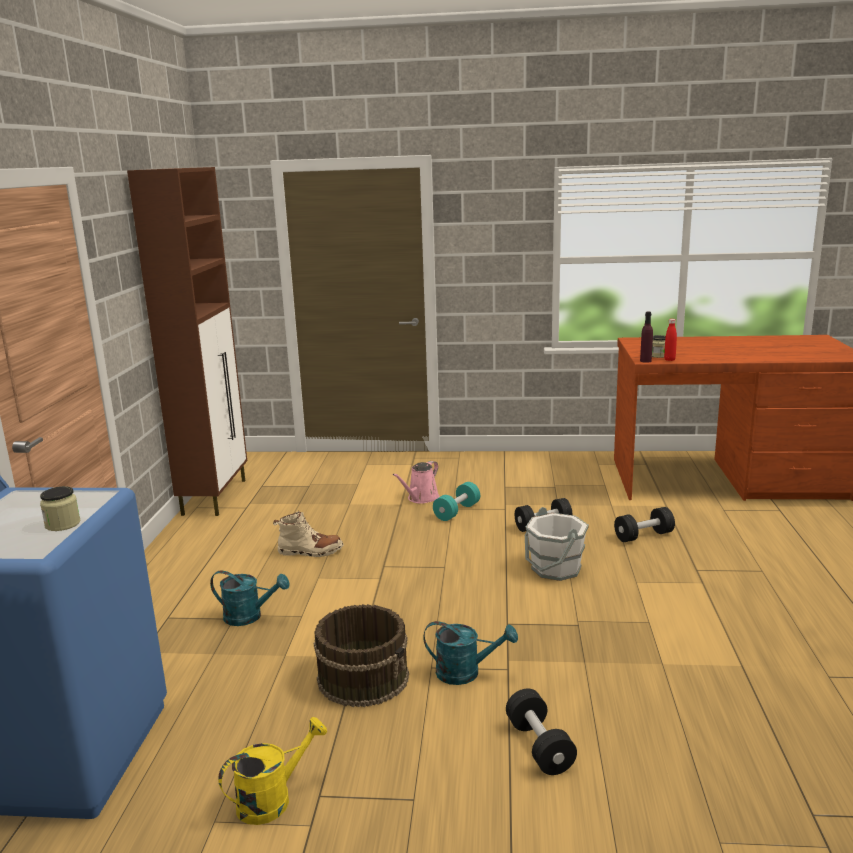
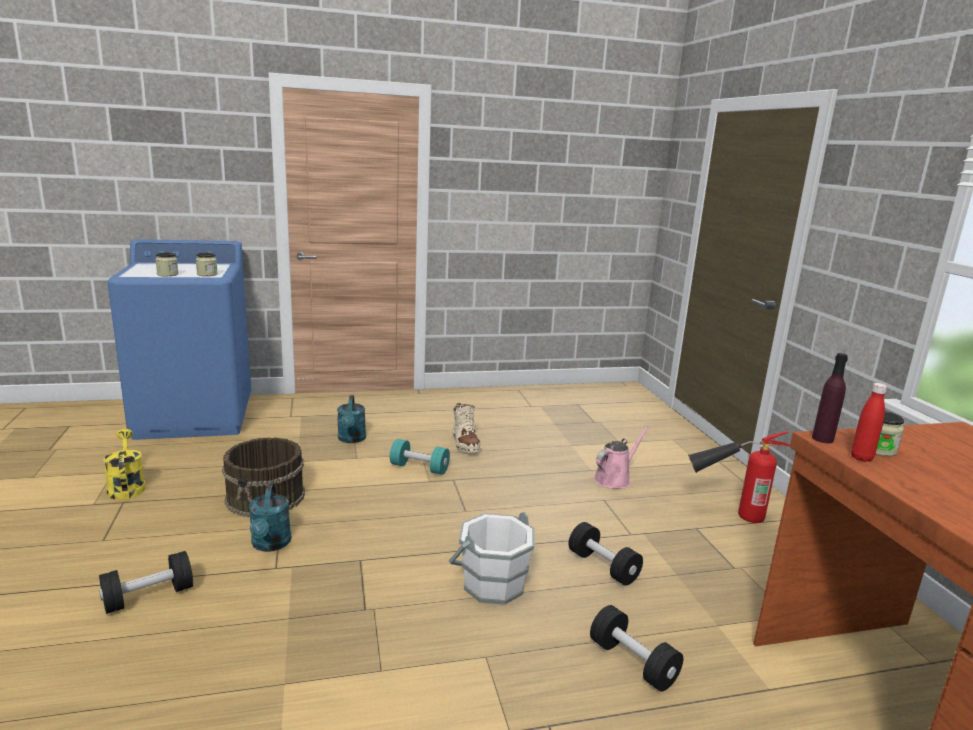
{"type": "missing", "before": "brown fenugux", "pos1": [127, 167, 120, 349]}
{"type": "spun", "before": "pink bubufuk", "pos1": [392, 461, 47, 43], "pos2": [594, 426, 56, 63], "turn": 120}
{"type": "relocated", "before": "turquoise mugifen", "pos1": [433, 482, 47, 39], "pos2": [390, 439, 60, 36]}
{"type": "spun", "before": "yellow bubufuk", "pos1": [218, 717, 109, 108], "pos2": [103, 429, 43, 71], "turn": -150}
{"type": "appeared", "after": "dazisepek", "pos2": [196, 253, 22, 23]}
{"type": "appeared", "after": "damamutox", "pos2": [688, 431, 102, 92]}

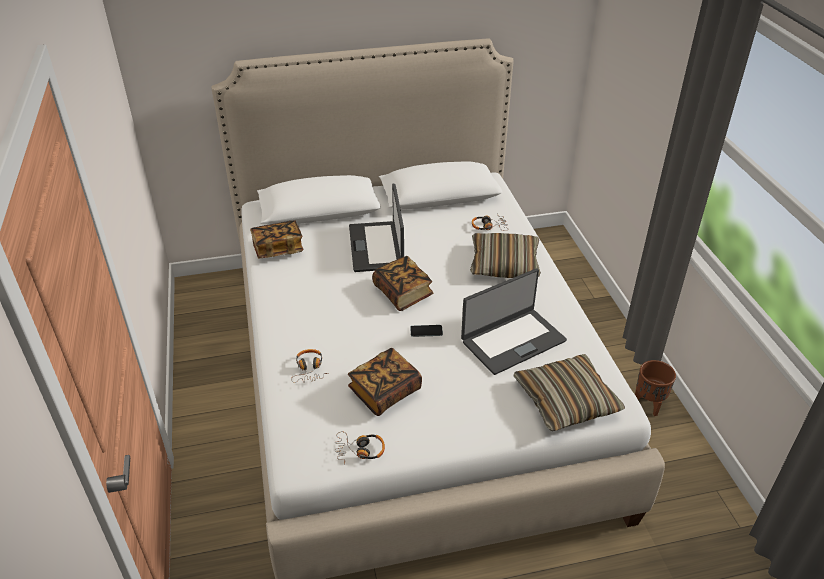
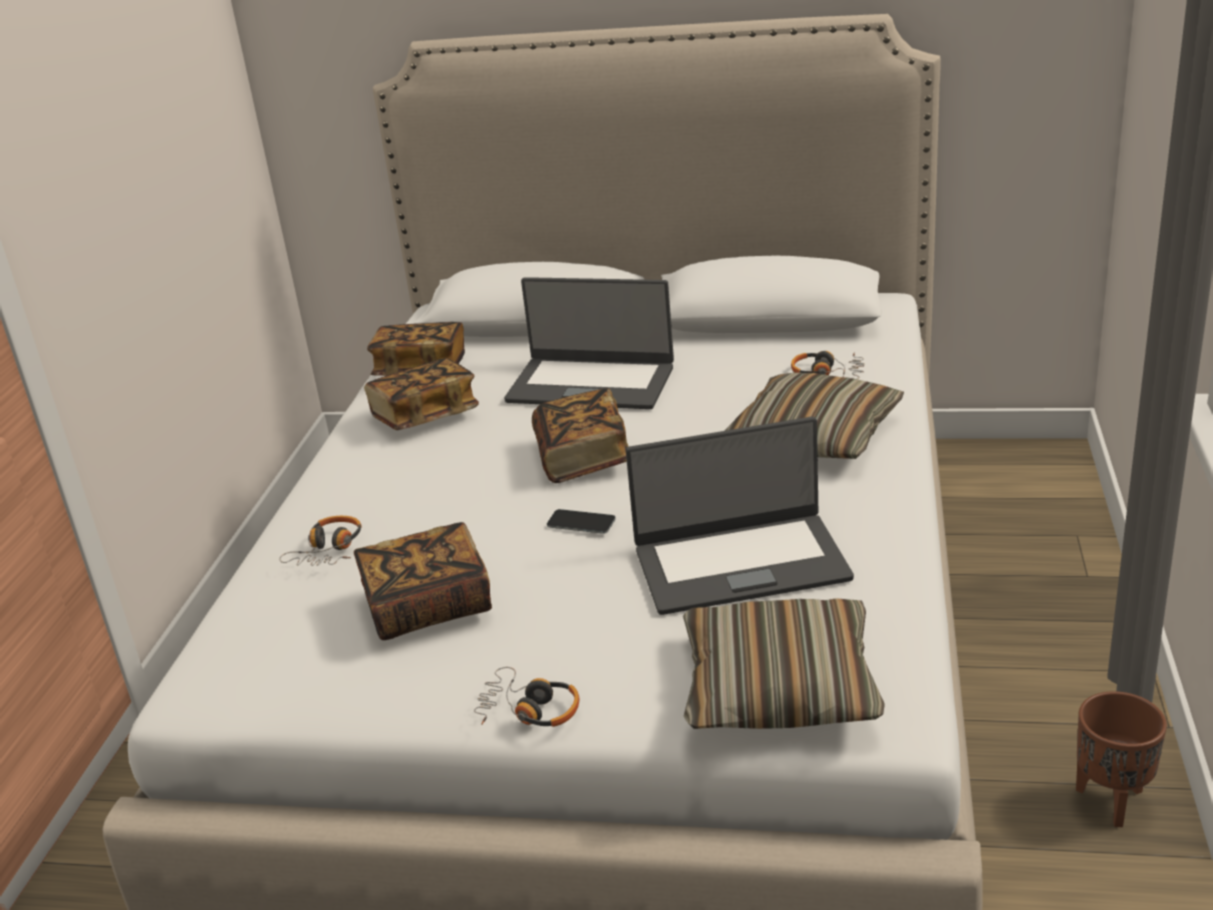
{"type": "spun", "before": "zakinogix", "pos1": [349, 184, 55, 88], "pos2": [504, 277, 170, 132], "turn": -90}
{"type": "relocated", "before": "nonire", "pos1": [335, 432, 50, 33], "pos2": [474, 667, 105, 60]}
{"type": "appeared", "after": "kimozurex", "pos2": [364, 358, 115, 72]}

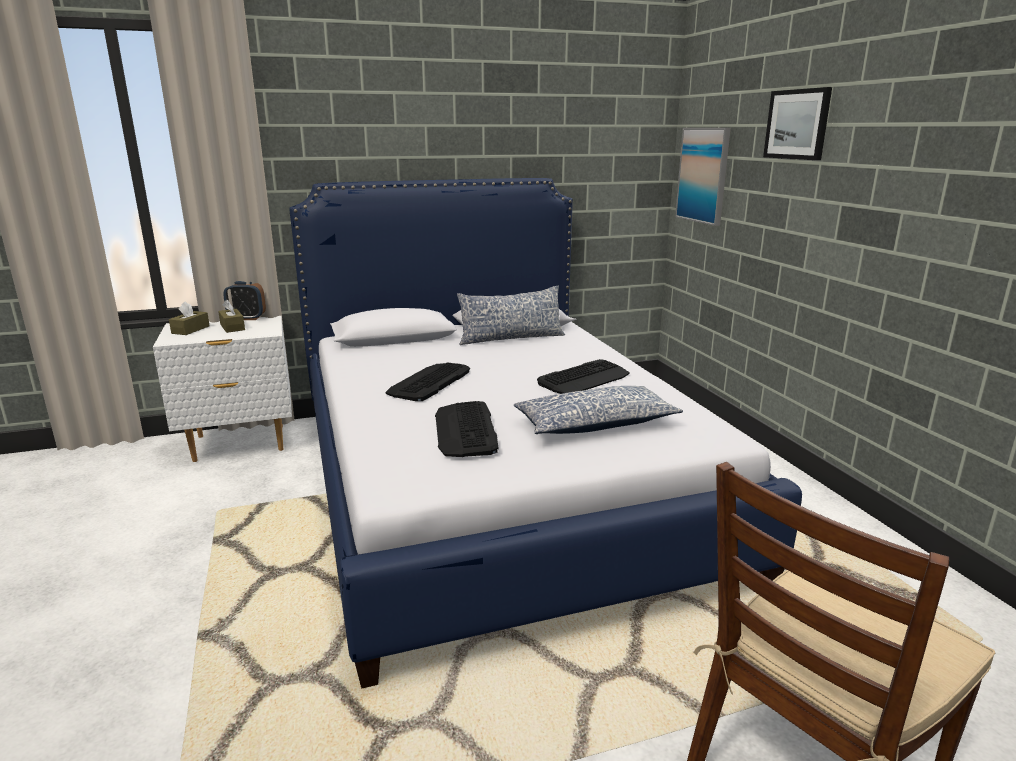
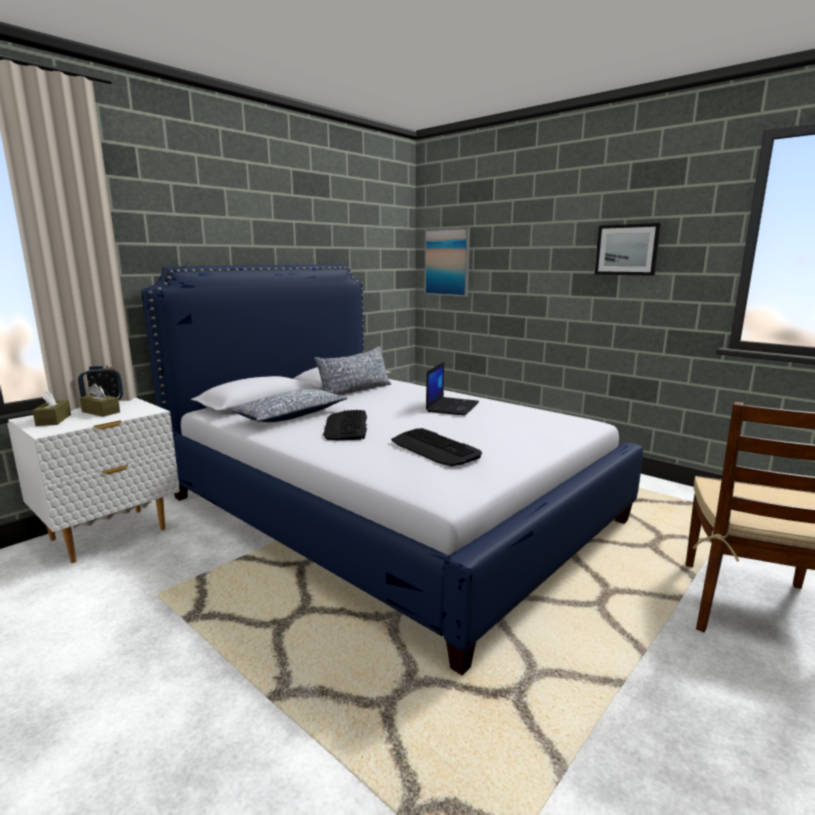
{"type": "relocated", "before": "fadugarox", "pos1": [763, 87, 69, 73], "pos2": [595, 223, 66, 53]}
{"type": "exchanged", "before": "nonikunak", "after": "zakinogix", "pos1": [537, 359, 93, 35], "pos2": [426, 362, 53, 53]}
{"type": "relocated", "before": "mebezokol", "pos1": [514, 386, 169, 48], "pos2": [231, 389, 116, 33]}

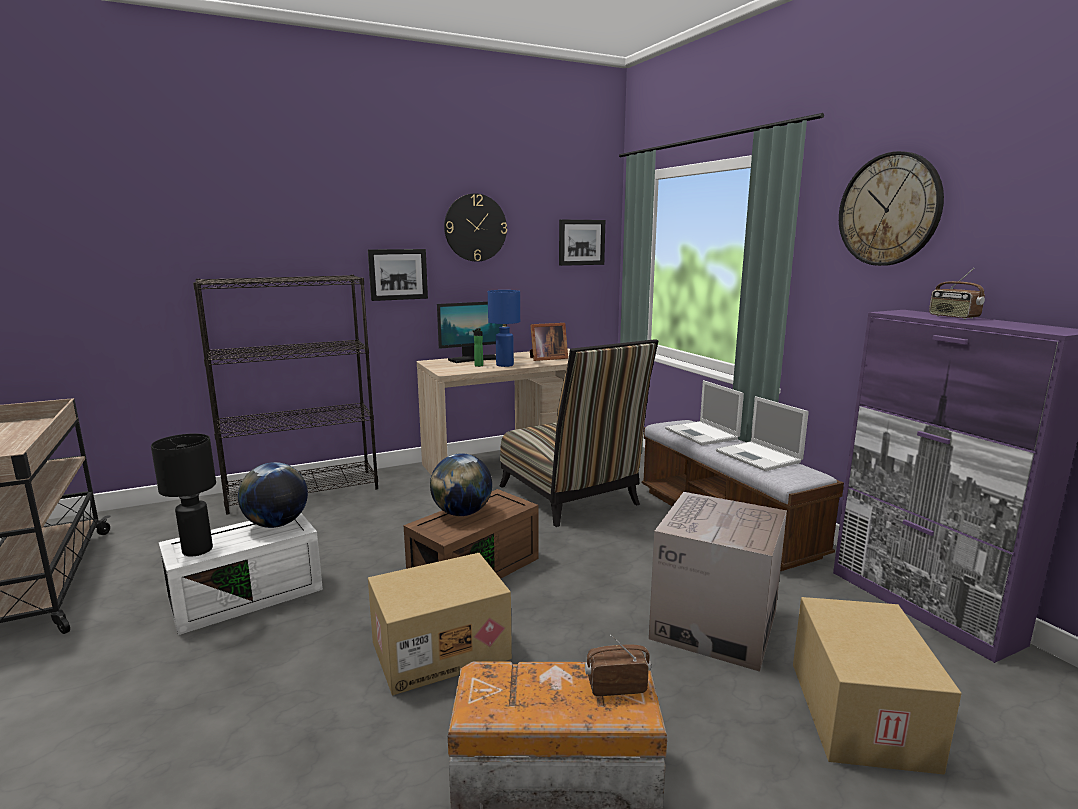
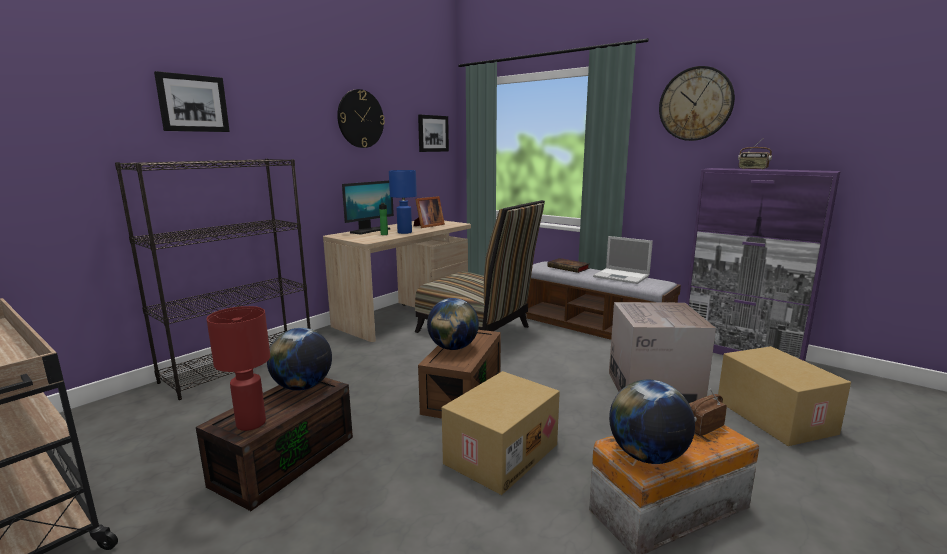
{"type": "relocated", "before": "fadugarox", "pos1": [368, 249, 60, 52], "pos2": [154, 71, 76, 61]}
{"type": "exchanged", "before": "zakinogix", "after": "kimozurex", "pos1": [665, 380, 79, 65], "pos2": [547, 258, 43, 15]}
{"type": "colour", "before": "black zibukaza", "after": "red zibukaza", "pos1": [151, 433, 65, 123], "pos2": [207, 306, 63, 125]}
{"type": "colour", "before": "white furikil", "after": "brown furikil", "pos1": [159, 513, 164, 122], "pos2": [196, 377, 157, 134]}
{"type": "appeared", "after": "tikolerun", "pos2": [609, 380, 86, 84]}

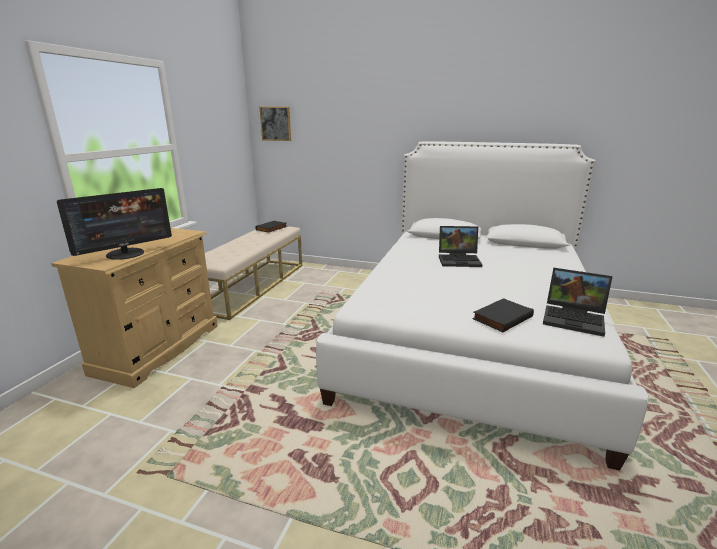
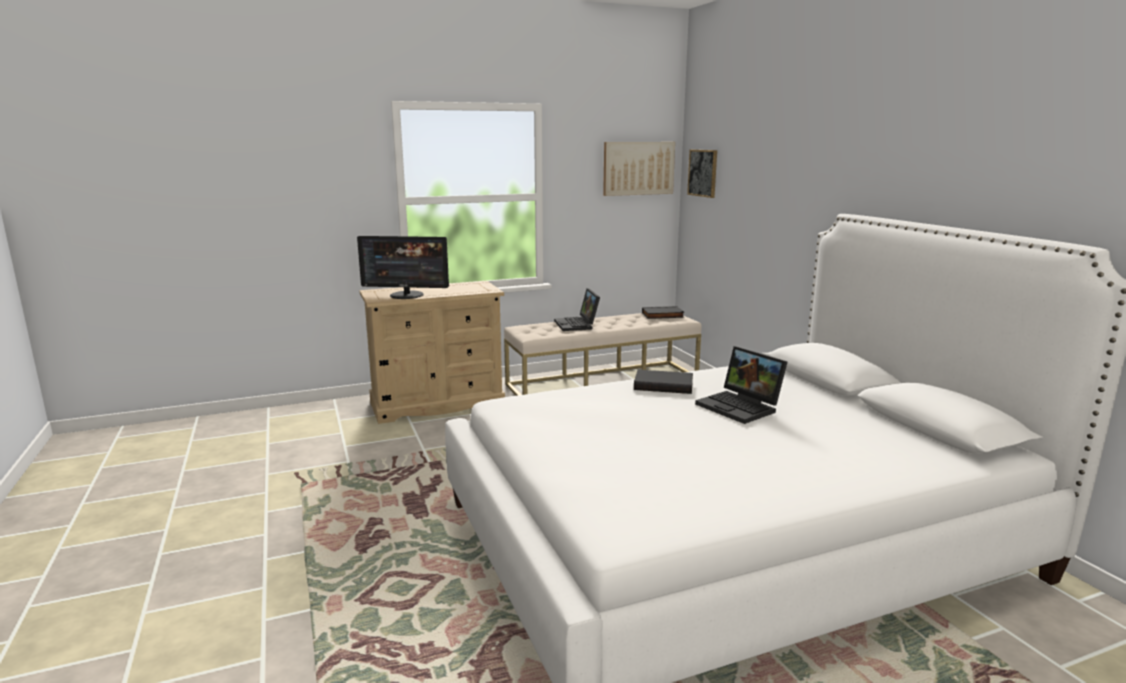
{"type": "relocated", "before": "zakinogix", "pos1": [543, 268, 70, 69], "pos2": [554, 288, 46, 43]}
{"type": "relocated", "before": "black kimozurex", "pos1": [472, 298, 62, 35], "pos2": [634, 369, 59, 25]}
{"type": "appeared", "after": "fadugarox", "pos2": [603, 142, 72, 54]}

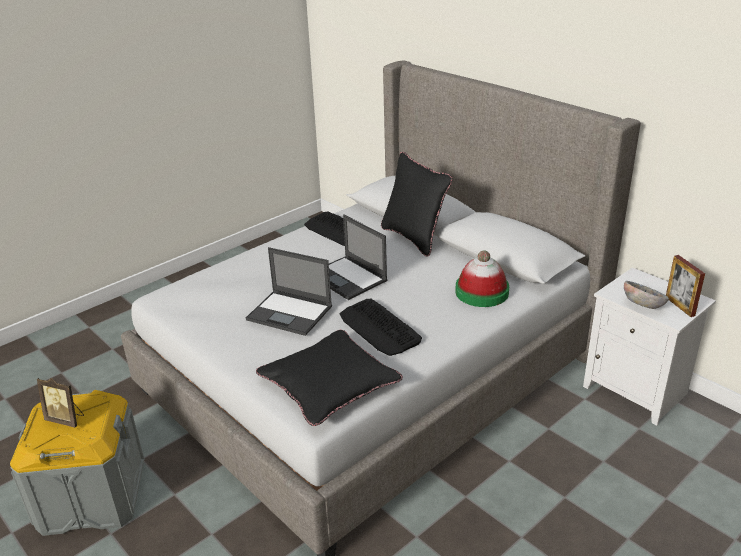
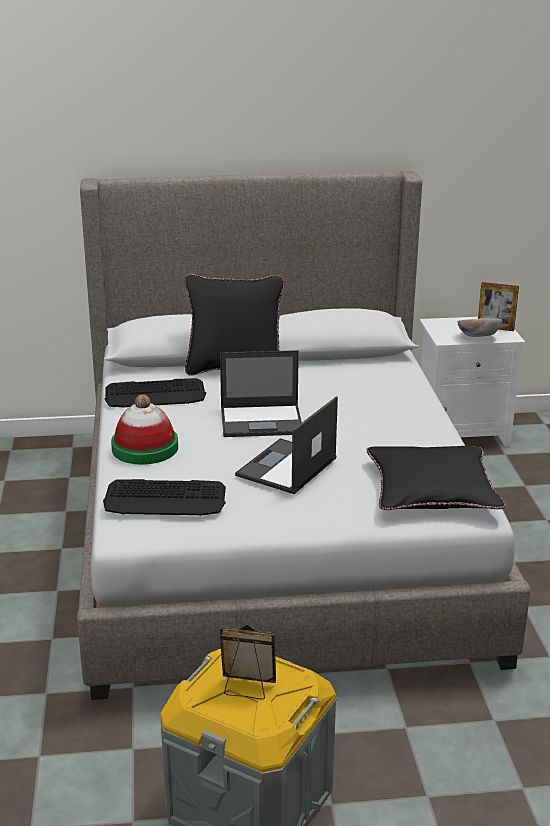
{"type": "spun", "before": "zakinogix", "pos1": [246, 247, 86, 89], "pos2": [235, 396, 103, 98], "turn": 150}
{"type": "relocated", "before": "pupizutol", "pos1": [455, 250, 54, 57], "pos2": [111, 394, 67, 71]}
{"type": "relocated", "before": "nonikunak", "pos1": [340, 299, 82, 57], "pos2": [103, 479, 123, 37]}
{"type": "spun", "before": "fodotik", "pos1": [37, 378, 47, 50], "pos2": [220, 625, 56, 75], "turn": -135}

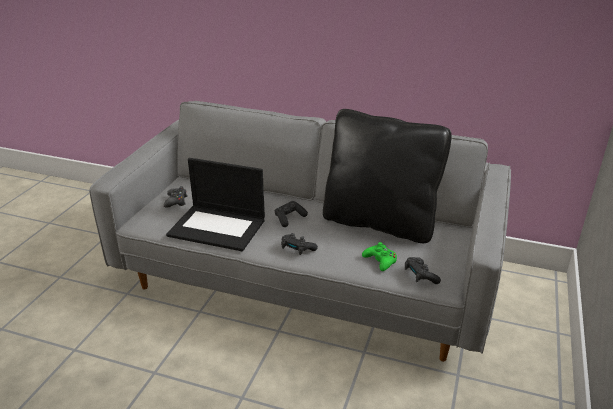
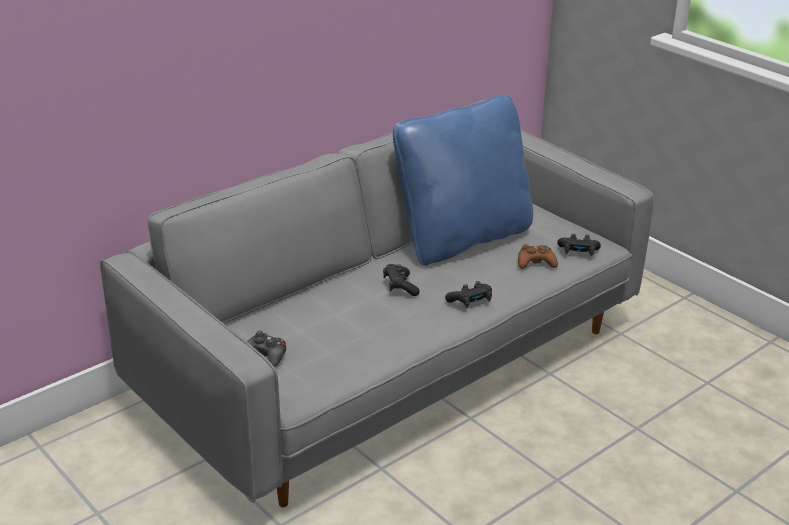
{"type": "colour", "before": "black mebezokol", "after": "blue mebezokol", "pos1": [323, 109, 129, 134], "pos2": [393, 95, 140, 171]}
{"type": "missing", "before": "zakinogix", "pos1": [166, 158, 99, 93]}
{"type": "colour", "before": "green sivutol", "after": "brown sivutol", "pos1": [362, 242, 35, 29], "pos2": [518, 244, 40, 25]}

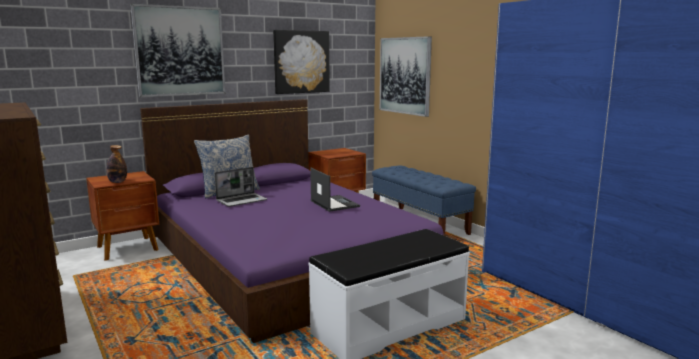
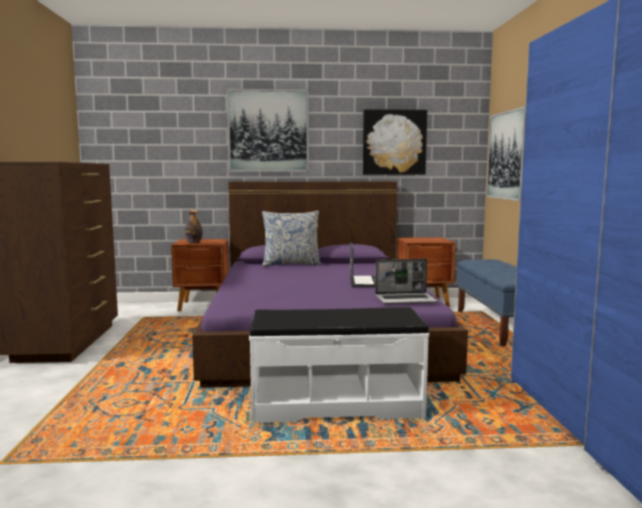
{"type": "relocated", "before": "zakinogix", "pos1": [215, 167, 52, 40], "pos2": [375, 259, 63, 45]}

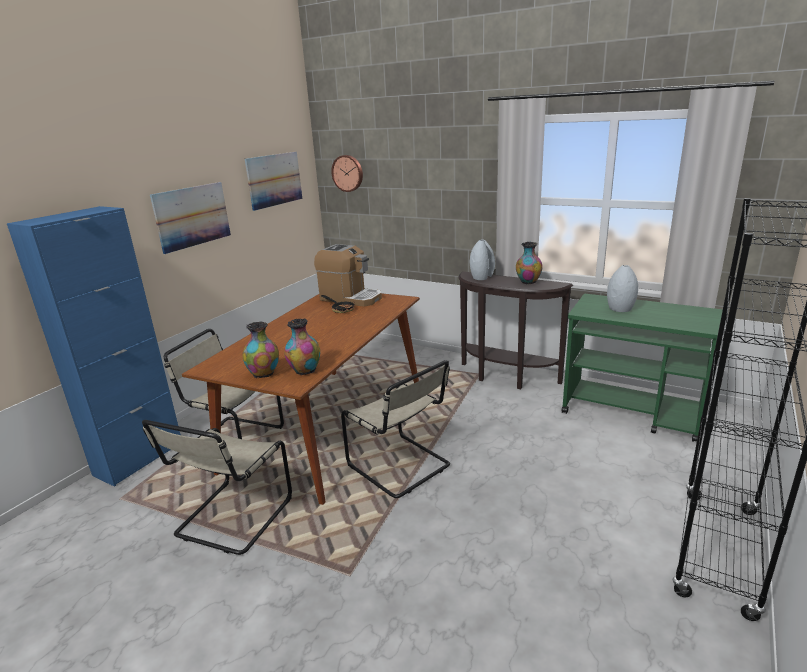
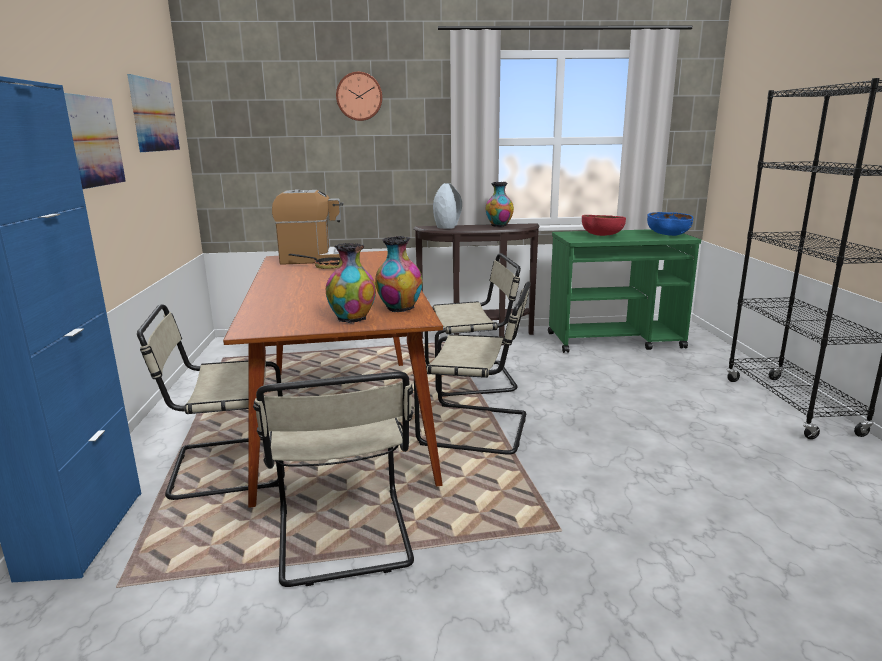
{"type": "relocated", "before": "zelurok", "pos1": [331, 155, 32, 37], "pos2": [336, 72, 46, 49]}
{"type": "exchanged", "before": "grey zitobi", "after": "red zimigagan", "pos1": [607, 265, 31, 47], "pos2": [582, 215, 44, 21]}
{"type": "appeared", "after": "blue zimigagan", "pos2": [647, 212, 46, 24]}
{"type": "appeared", "after": "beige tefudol", "pos2": [425, 253, 96, 144]}

